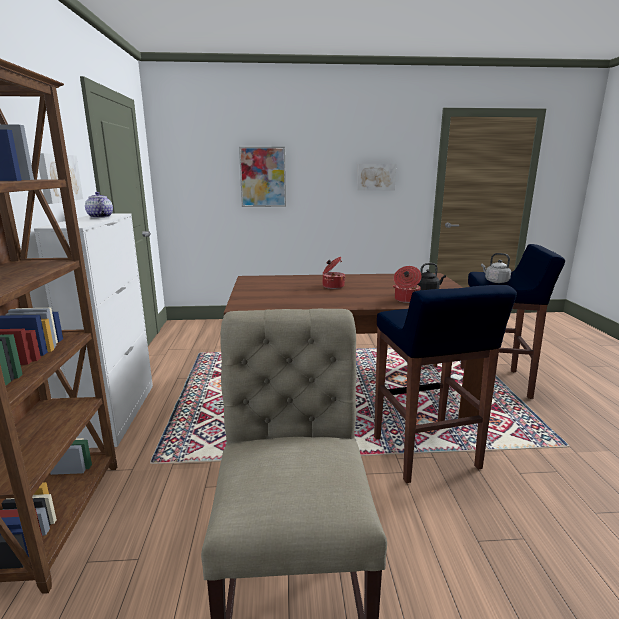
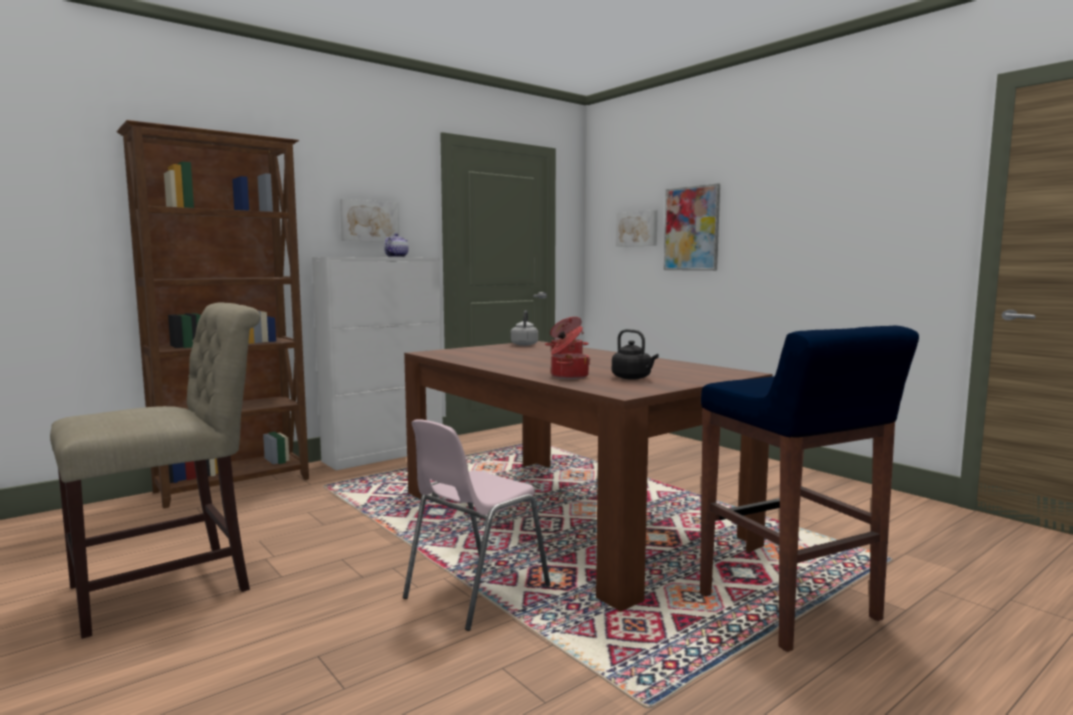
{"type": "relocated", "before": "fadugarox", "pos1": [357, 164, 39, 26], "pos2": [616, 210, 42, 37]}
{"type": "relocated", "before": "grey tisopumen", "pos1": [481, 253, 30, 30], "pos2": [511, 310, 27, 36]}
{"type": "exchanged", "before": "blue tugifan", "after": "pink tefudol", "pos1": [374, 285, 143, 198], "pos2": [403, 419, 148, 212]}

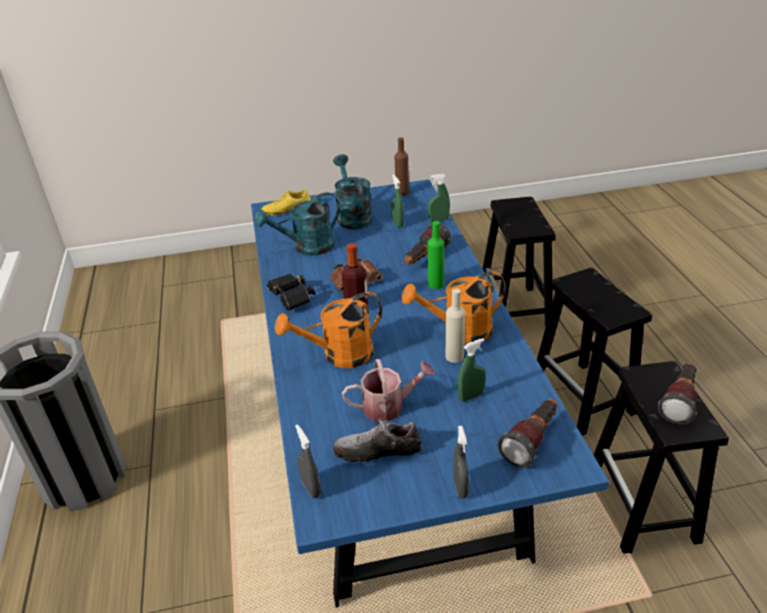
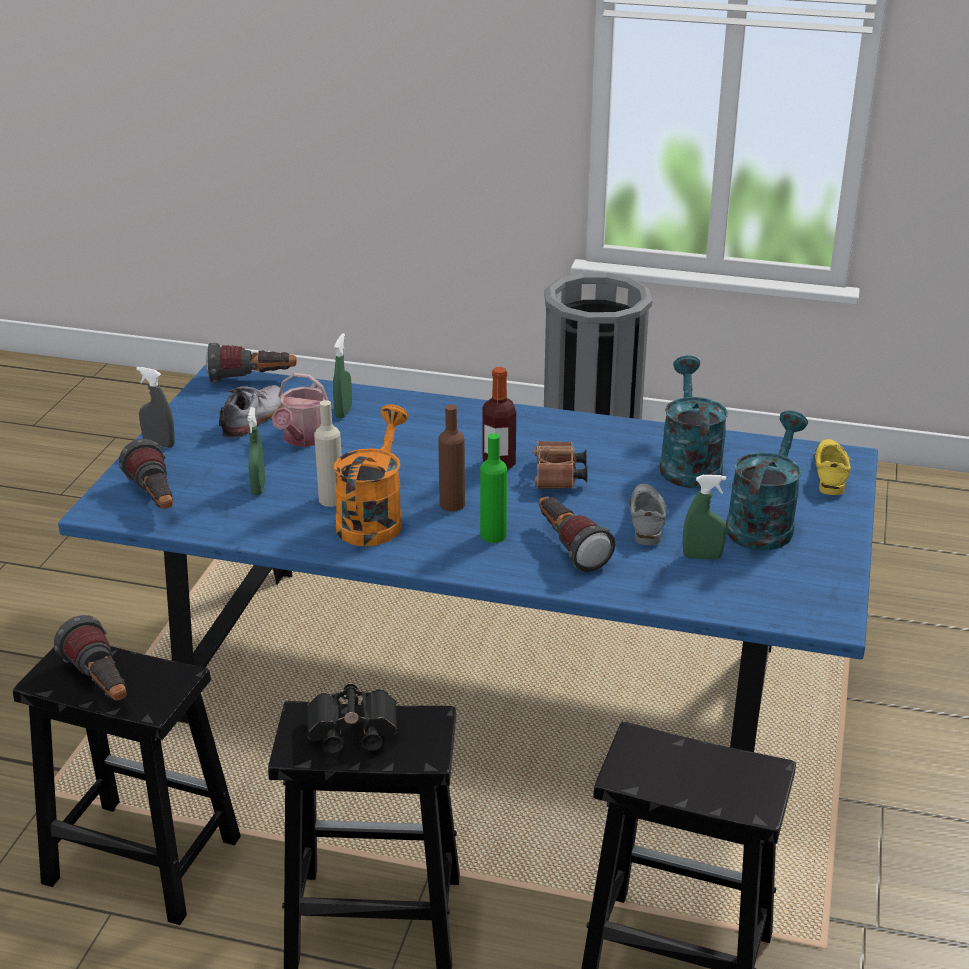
{"type": "relocated", "before": "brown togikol", "pos1": [394, 137, 15, 59], "pos2": [438, 405, 27, 106]}
{"type": "spun", "before": "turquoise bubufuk", "pos1": [333, 154, 40, 75], "pos2": [726, 410, 82, 140], "turn": -75}
{"type": "relocated", "before": "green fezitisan", "pos1": [428, 174, 22, 48], "pos2": [333, 333, 19, 85]}
{"type": "relocated", "before": "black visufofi", "pos1": [267, 273, 48, 38], "pos2": [307, 683, 90, 70]}
{"type": "missing", "before": "orange bubufuk", "pos1": [275, 292, 107, 76]}
{"type": "exchanged", "before": "grey fezitisan", "after": "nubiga", "pos1": [295, 424, 26, 74], "pos2": [206, 343, 91, 40]}
{"type": "appeared", "after": "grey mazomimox", "pos2": [630, 483, 37, 62]}

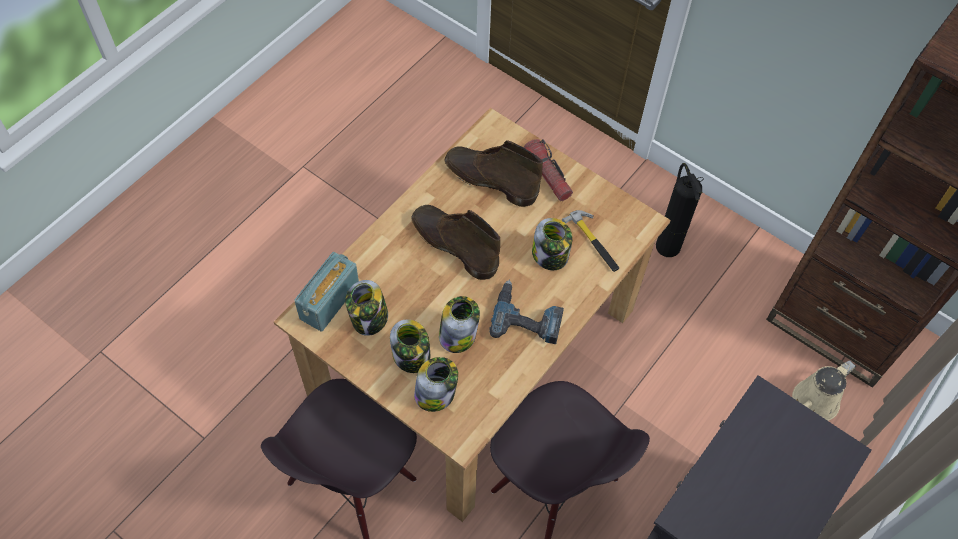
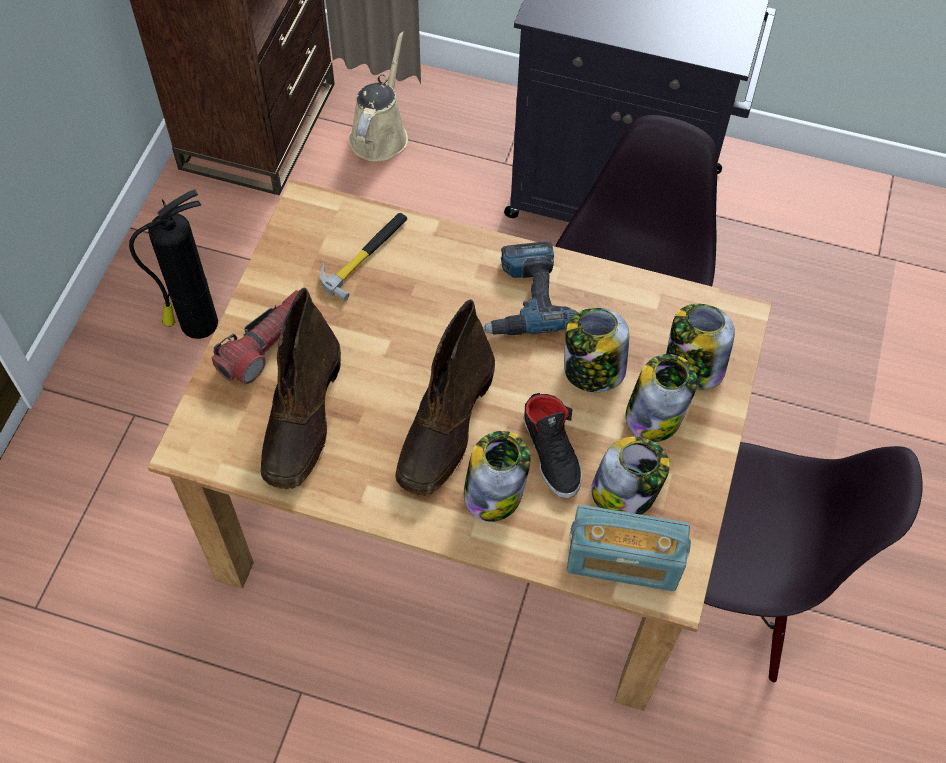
{"type": "relocated", "before": "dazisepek", "pos1": [532, 218, 41, 52], "pos2": [464, 431, 66, 91]}
{"type": "spun", "before": "beige bubufuk", "pos1": [792, 360, 64, 61], "pos2": [349, 31, 59, 131], "turn": -105}
{"type": "appeared", "after": "black mazomimox", "pos2": [524, 393, 58, 105]}

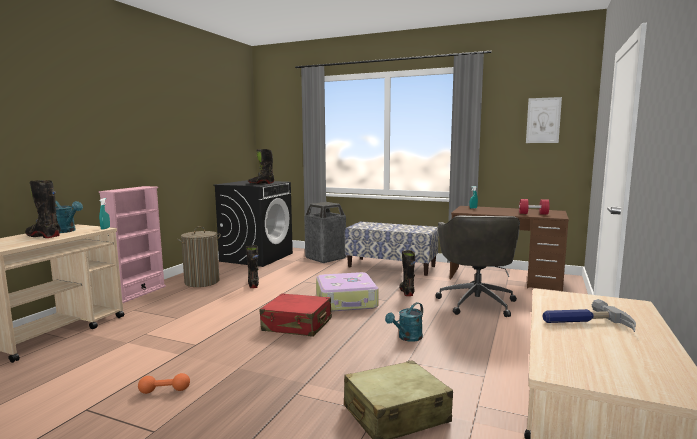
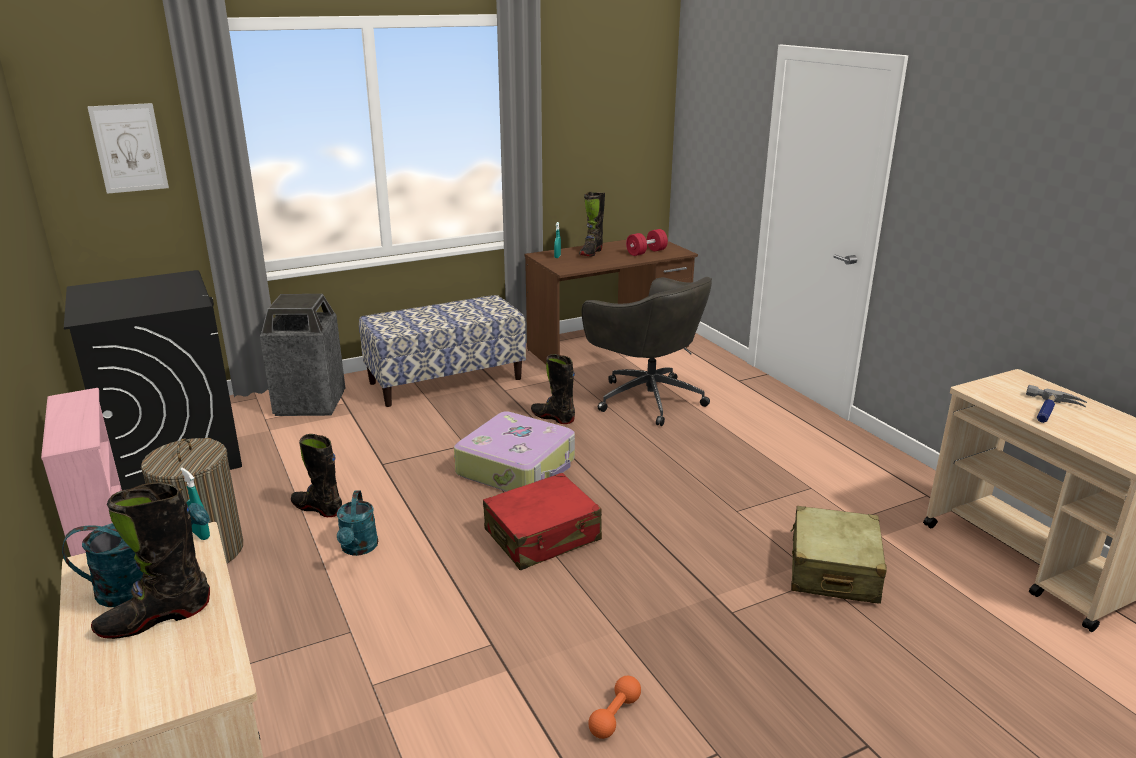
{"type": "relocated", "before": "fadugarox", "pos1": [526, 97, 36, 46], "pos2": [87, 103, 82, 91]}
{"type": "relocated", "before": "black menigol", "pos1": [248, 149, 26, 35], "pos2": [579, 192, 26, 64]}
{"type": "relocated", "before": "turquoise bubufuk", "pos1": [385, 302, 38, 40], "pos2": [337, 490, 41, 66]}

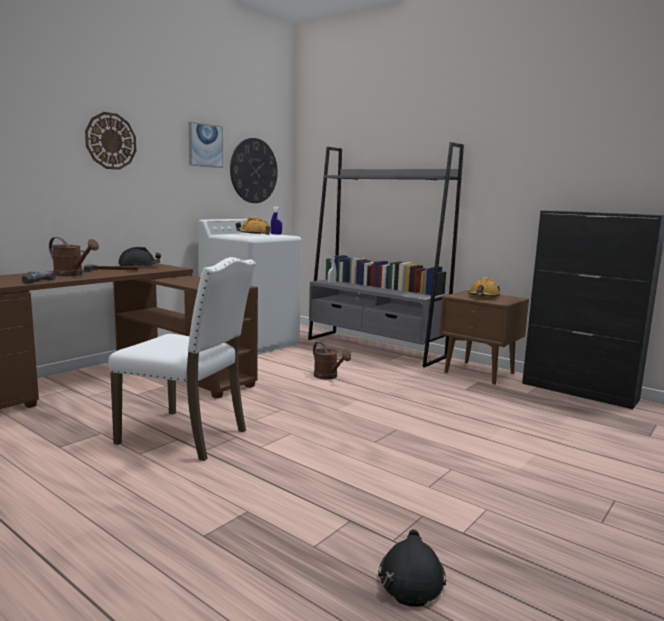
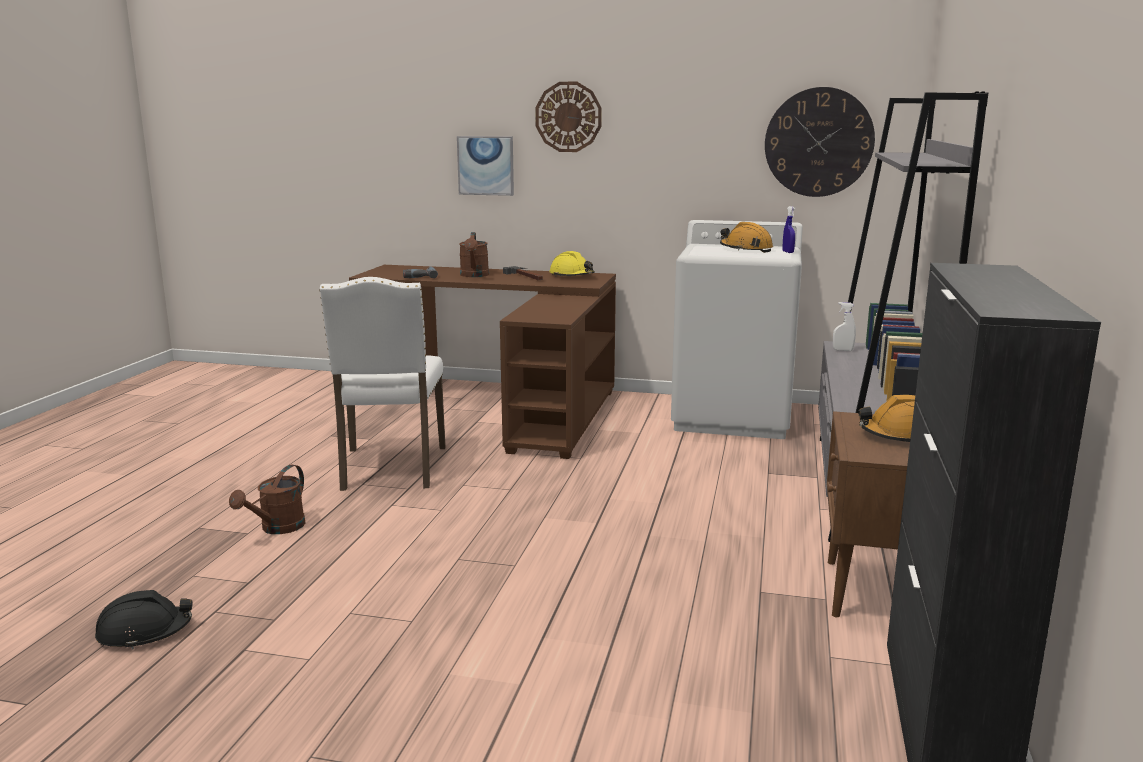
{"type": "relocated", "before": "fadugarox", "pos1": [188, 122, 35, 46], "pos2": [457, 136, 57, 60]}
{"type": "colour", "before": "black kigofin", "after": "yellow kigofin", "pos1": [118, 247, 43, 19], "pos2": [549, 251, 46, 26]}
{"type": "relocated", "before": "brown bubufuk", "pos1": [313, 342, 38, 38], "pos2": [229, 464, 77, 70]}

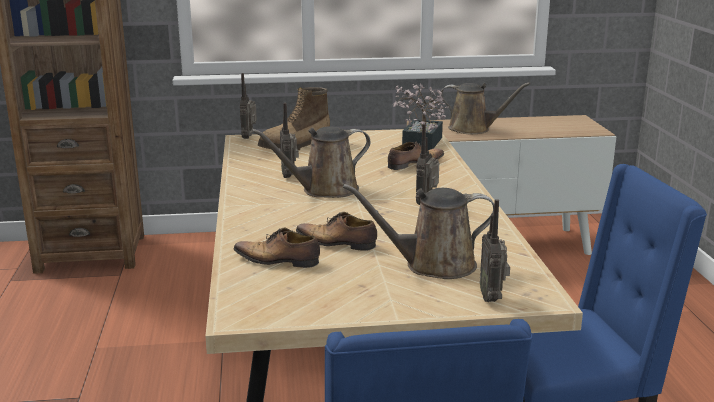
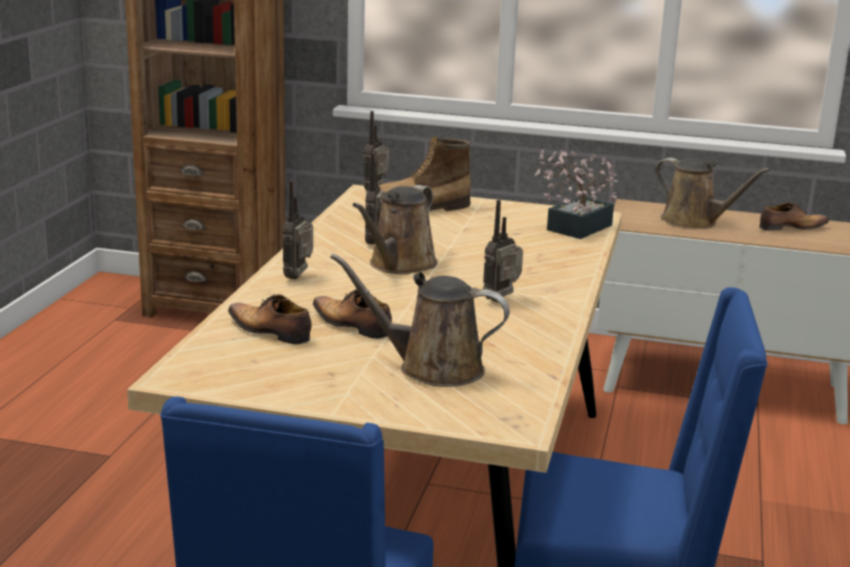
{"type": "spun", "before": "brown bubufuk", "pos1": [251, 126, 119, 72], "pos2": [353, 185, 85, 89], "turn": -60}
{"type": "relocated", "before": "mazomimox", "pos1": [388, 141, 56, 29], "pos2": [759, 203, 70, 28]}
{"type": "relocated", "before": "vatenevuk", "pos1": [480, 199, 30, 103], "pos2": [283, 180, 30, 99]}

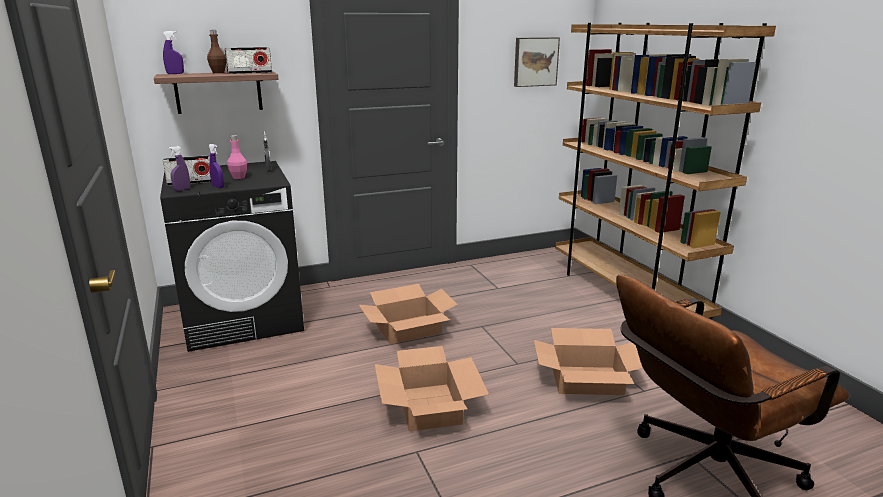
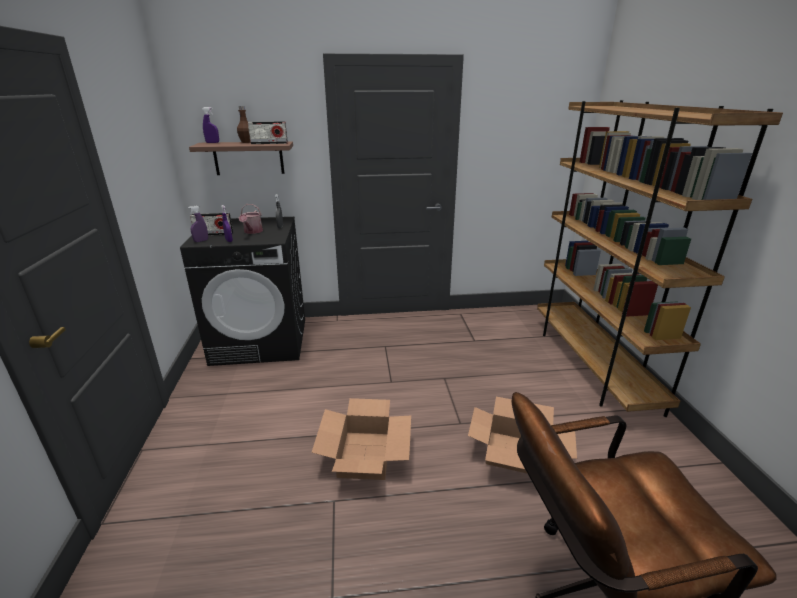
{"type": "missing", "before": "fadugarox", "pos1": [514, 37, 46, 50]}
{"type": "exchanged", "before": "pink togikol", "after": "bubufuk", "pos1": [227, 135, 20, 44], "pos2": [239, 204, 24, 30]}
{"type": "missing", "before": "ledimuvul", "pos1": [359, 284, 99, 60]}

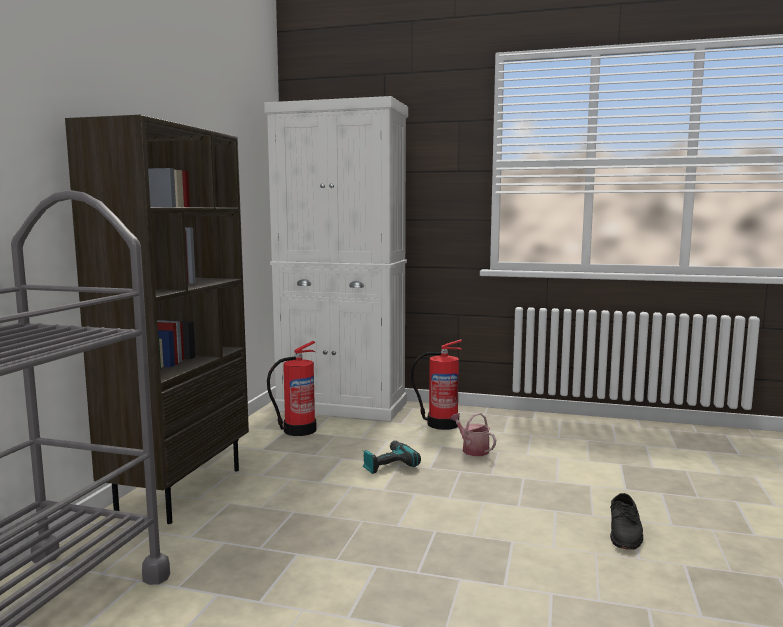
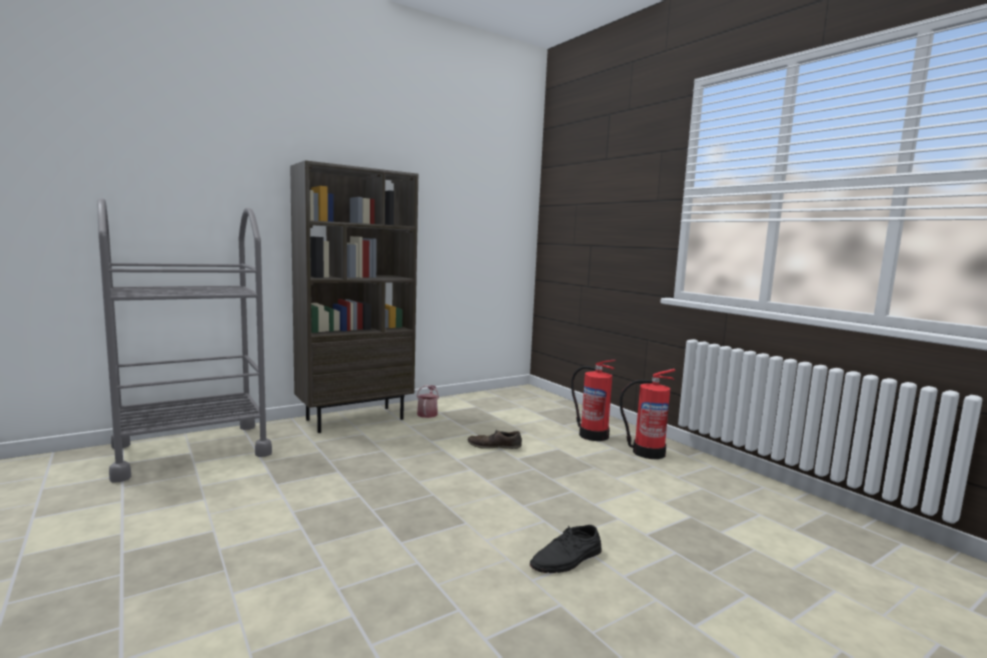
{"type": "missing", "before": "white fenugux", "pos1": [264, 96, 144, 325]}
{"type": "relocated", "before": "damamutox", "pos1": [267, 341, 49, 95], "pos2": [620, 369, 55, 90]}
{"type": "relocated", "before": "bubufuk", "pos1": [450, 413, 46, 43], "pos2": [416, 385, 23, 33]}
{"type": "exchanged", "before": "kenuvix", "after": "brown mazomimox", "pos1": [363, 441, 58, 33], "pos2": [467, 431, 55, 18]}

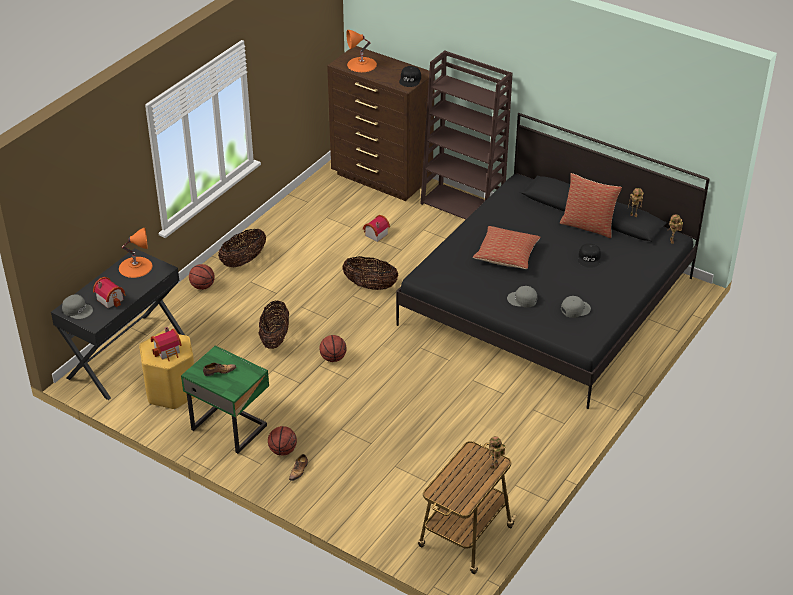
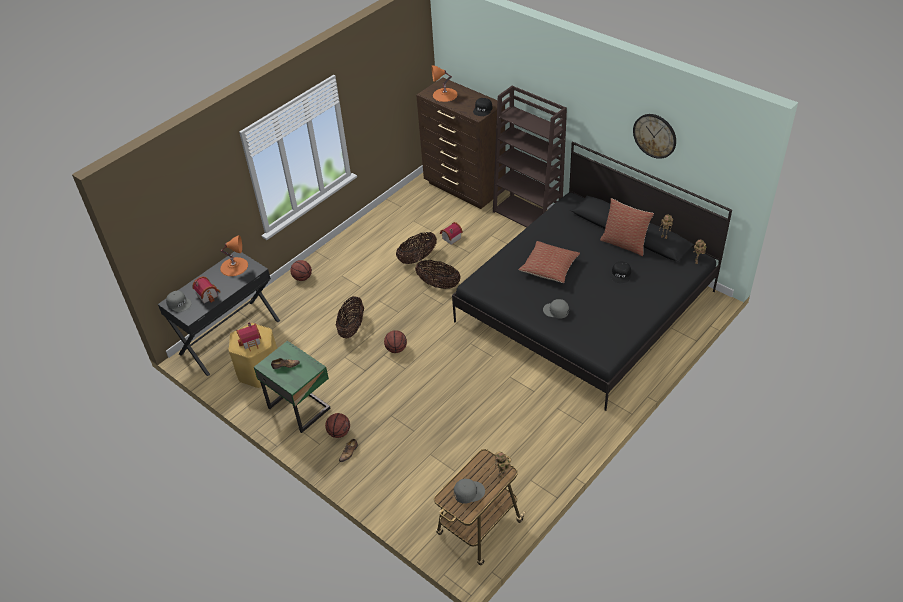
{"type": "relocated", "before": "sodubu", "pos1": [218, 229, 48, 38], "pos2": [396, 232, 41, 32]}
{"type": "relocated", "before": "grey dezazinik", "pos1": [561, 296, 30, 22], "pos2": [454, 479, 31, 25]}
{"type": "appeared", "after": "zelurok", "pos2": [633, 114, 43, 45]}

